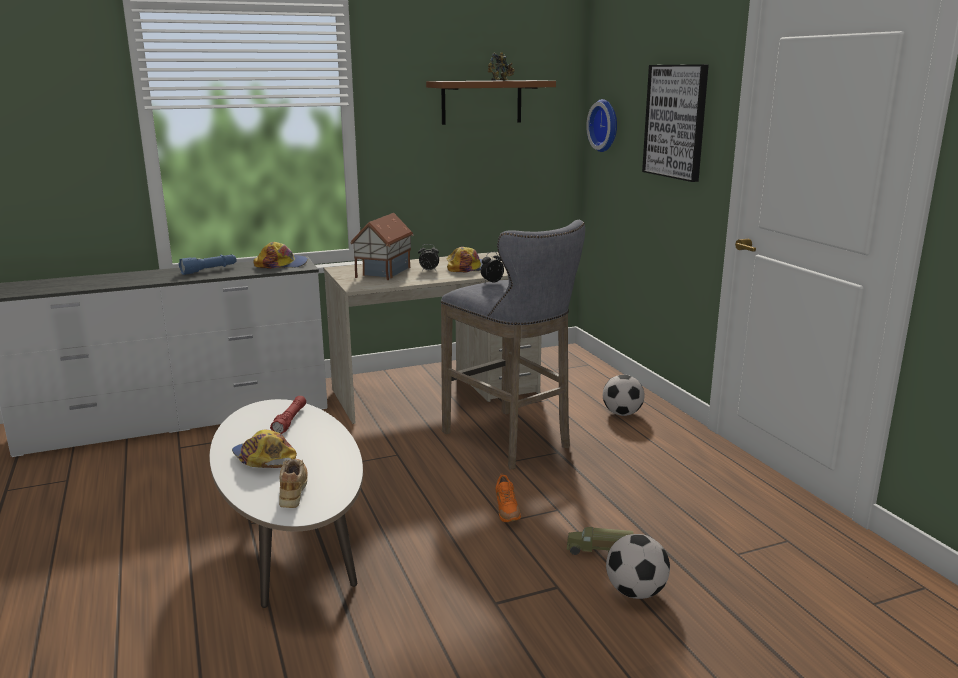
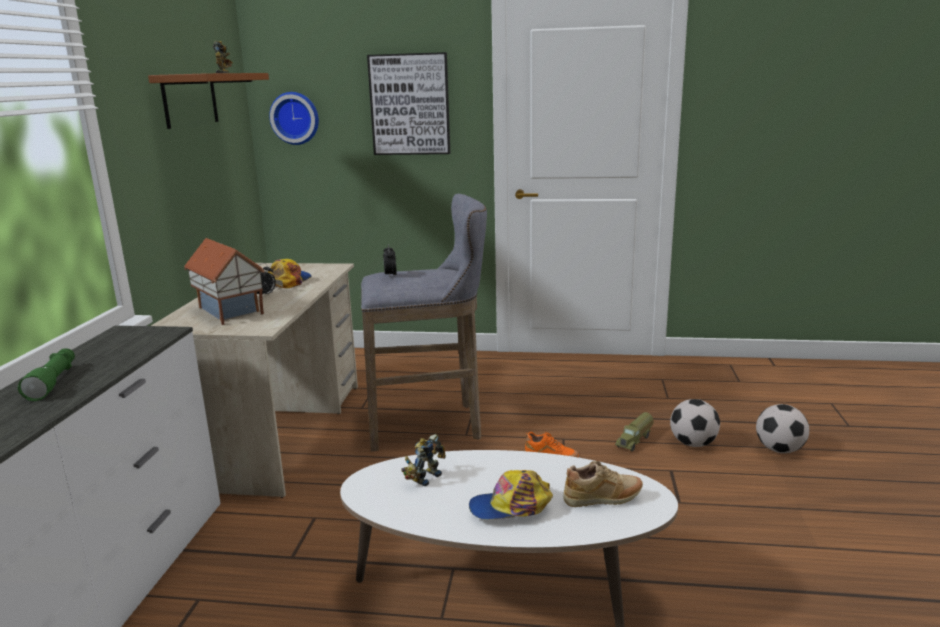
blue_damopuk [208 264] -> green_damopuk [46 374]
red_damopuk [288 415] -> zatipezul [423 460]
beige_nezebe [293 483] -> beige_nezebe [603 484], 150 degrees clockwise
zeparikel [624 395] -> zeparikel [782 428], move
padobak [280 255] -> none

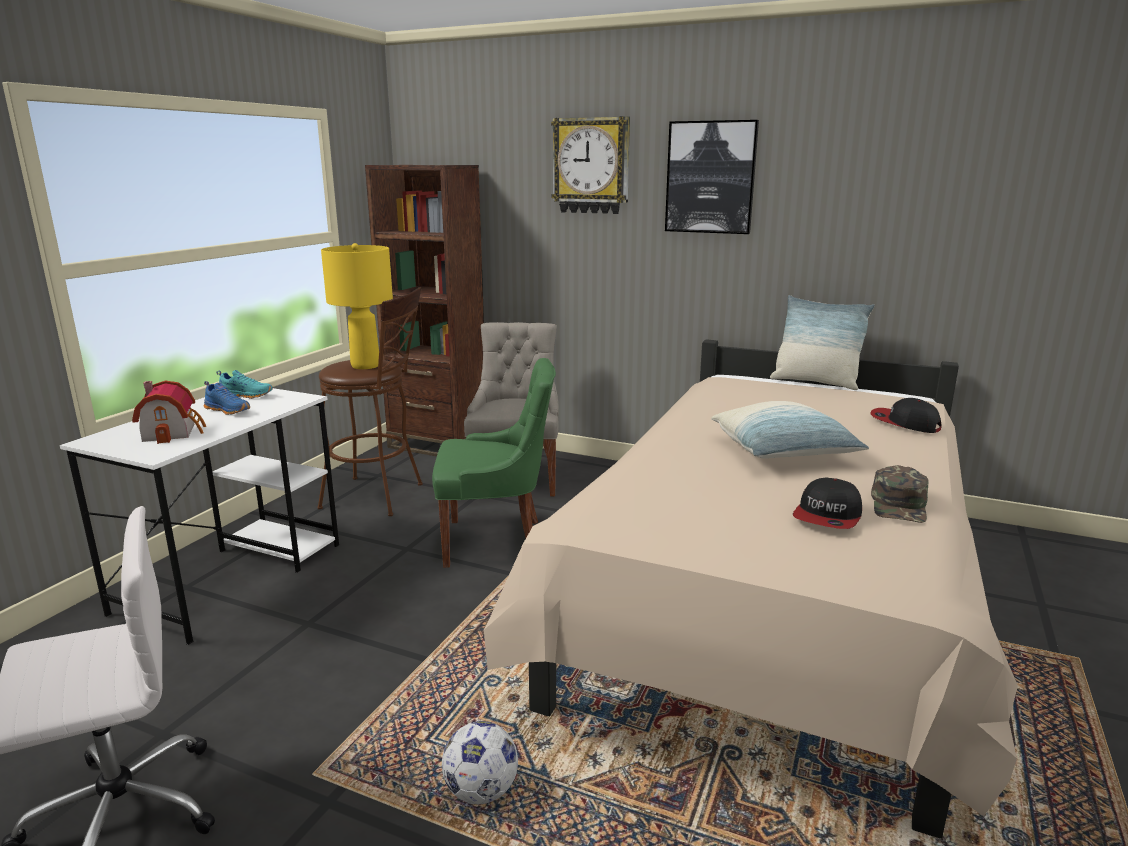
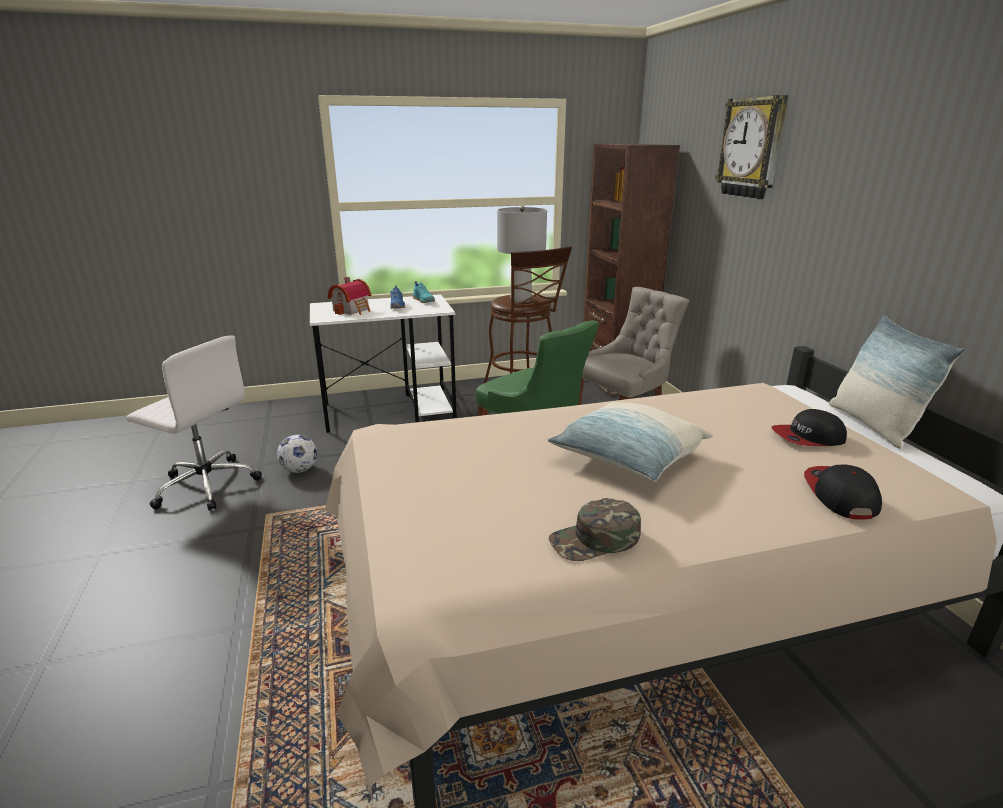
zeparikel [480 763] -> zeparikel [297 454], move
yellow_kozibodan [357 306] -> grey_kozibodan [522 254]
padobak [827 503] -> padobak [809 427], move
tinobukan [712 177] -> none

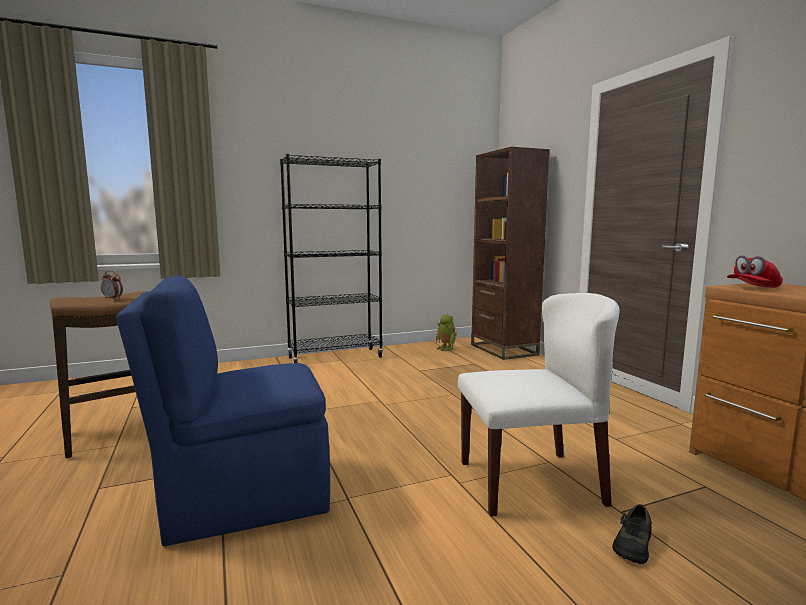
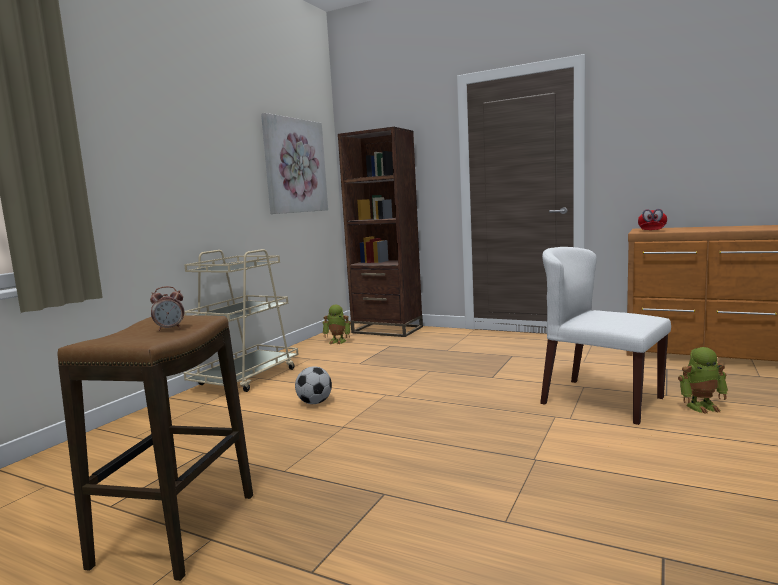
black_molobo [331 258] -> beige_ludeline [241 320]
none -> tinobukan [294 163]
none -> zeparikel [313 385]
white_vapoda [539 405] -> white_vapoda [605 336], 90 degrees counterclockwise
black_nezebe [632 534] -> zatipezul [703 380]
blue_vapoda [223 411] -> none

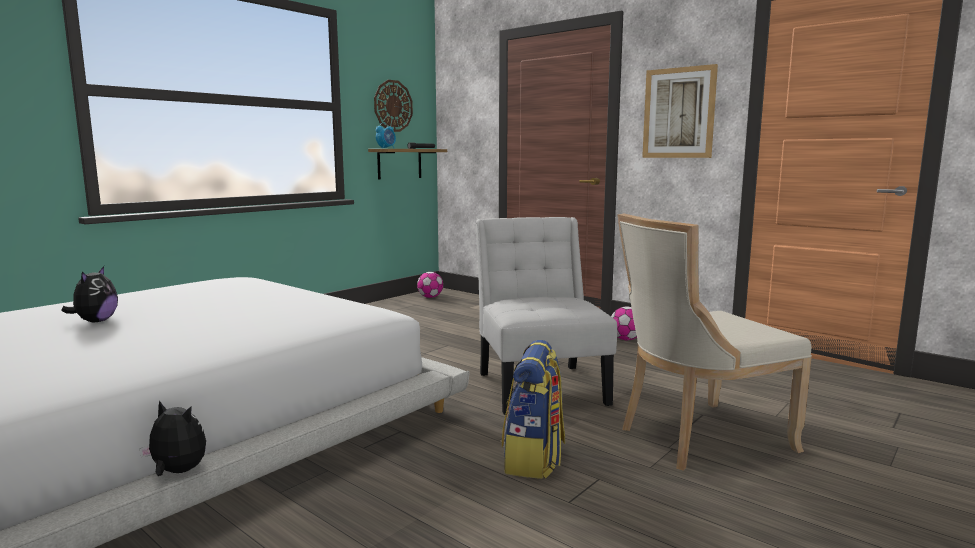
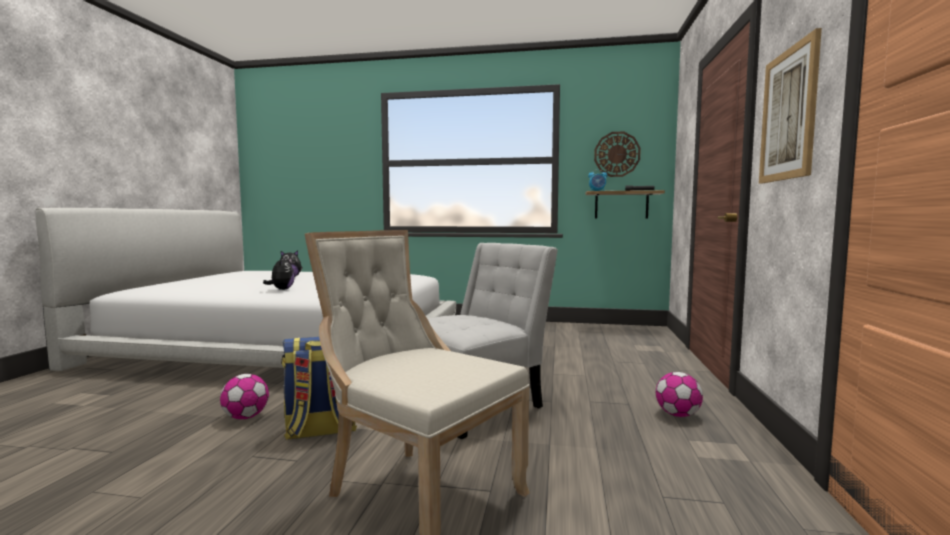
zeparikel [430 285] -> zeparikel [244 396], move
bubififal [172 438] -> bubififal [279 273], move

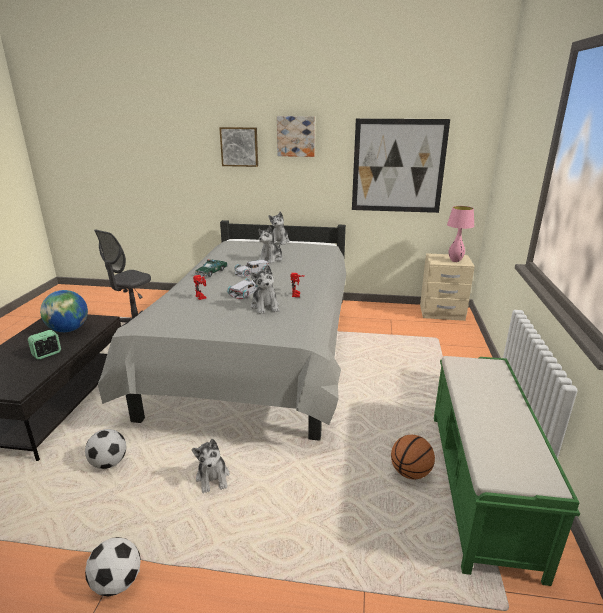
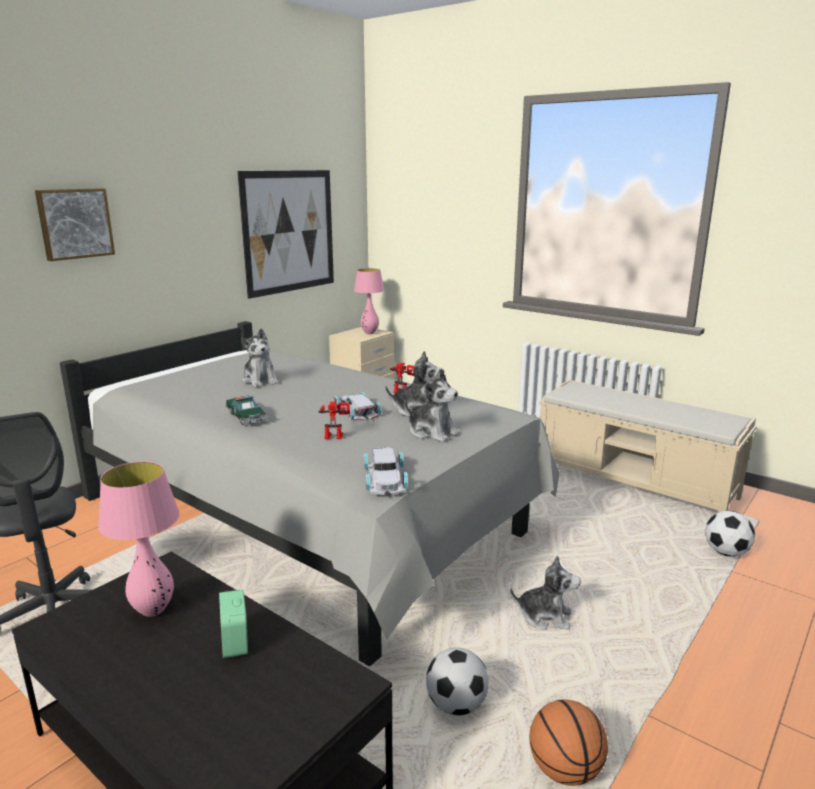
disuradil [64 311] -> pink_kozibodan [139 539]
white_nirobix [252 268] -> white_nirobix [386 471], move
bubififal [279 228] -> bubififal [432 405], move
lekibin [413 457] -> lekibin [568 742], move
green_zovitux [507 471] -> beige_zovitux [648 446]
zeparikel [113 567] -> zeparikel [730 533], move
tinobukan [296 136] -> none

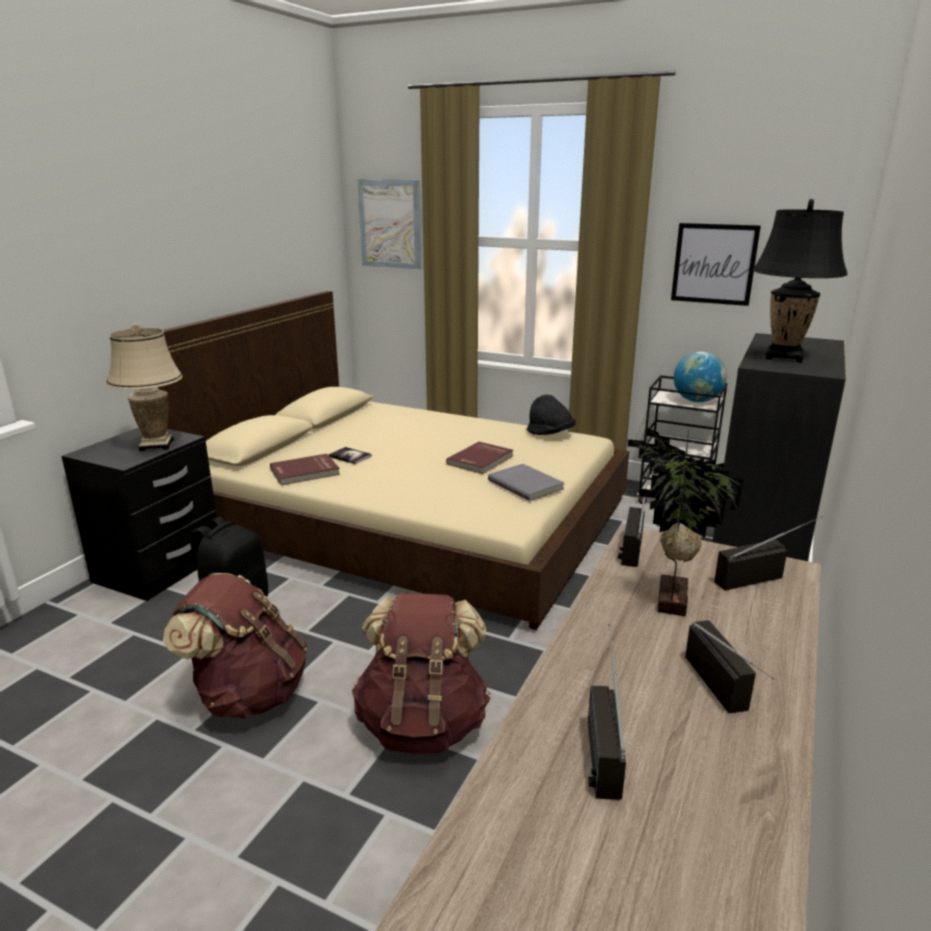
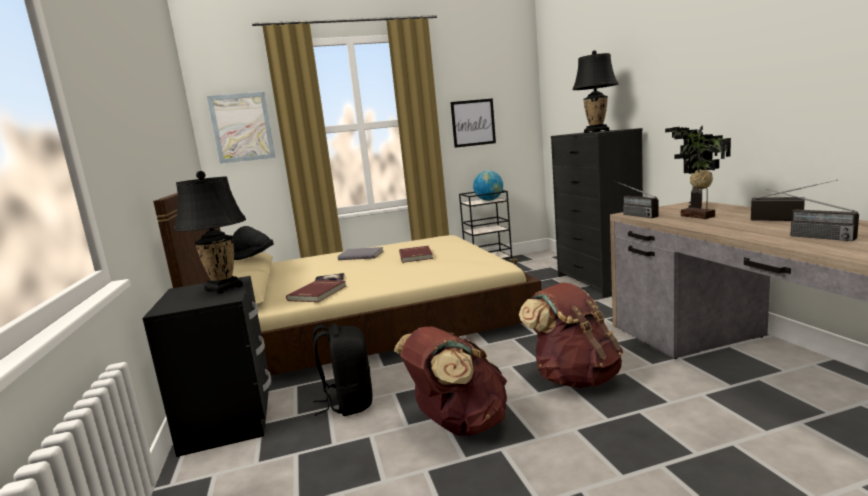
beige_kozibodan [144 387] -> black_kozibodan [210 232]
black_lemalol [551 415] -> black_lemalol [253 243], move
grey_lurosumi [526 482] -> grey_lurosumi [360 253], move

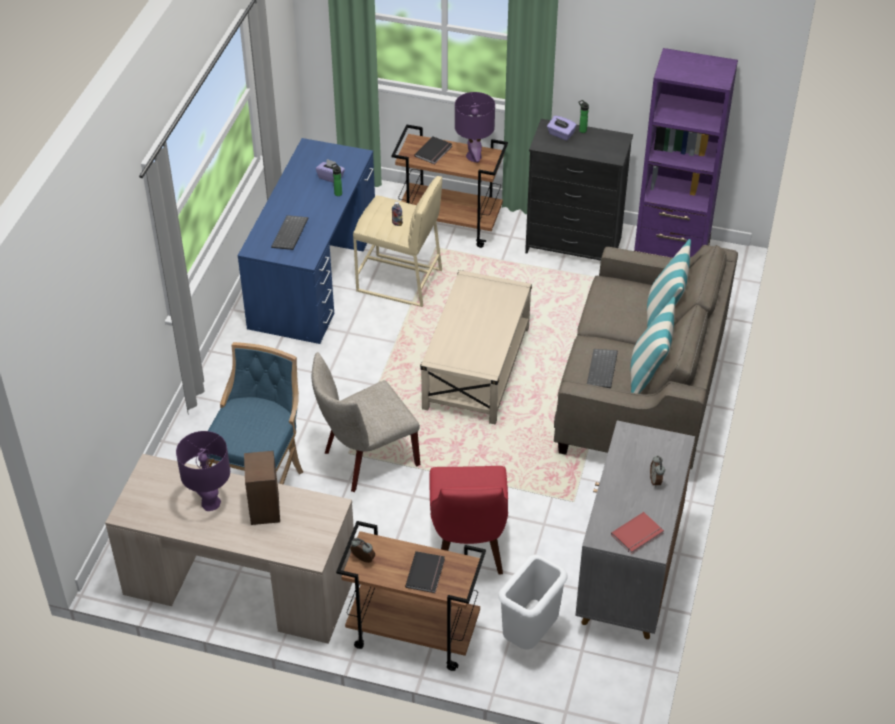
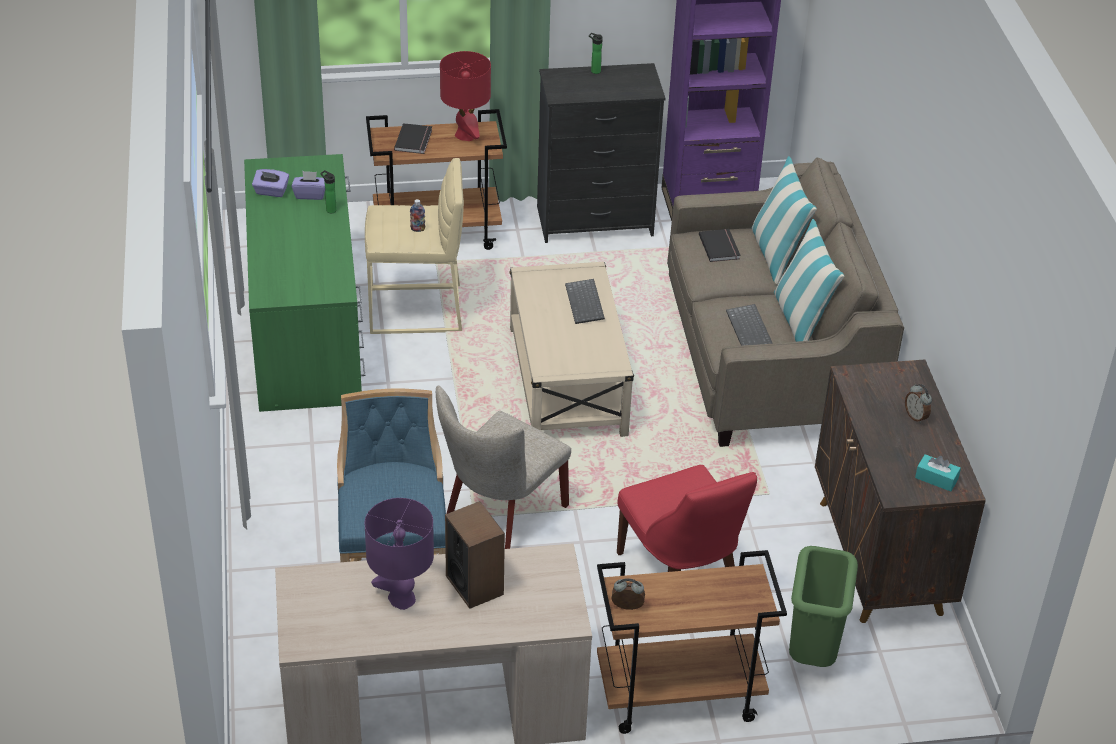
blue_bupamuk [306 241] -> green_bupamuk [304 283]
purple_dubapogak [562 128] -> purple_dubapogak [270 183], move
purple_kozibodan [475 127] -> red_kozibodan [465 96]
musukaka [290 232] -> musukaka [585 301], move
black_lurosumi [425 572] -> black_lurosumi [720 245], move
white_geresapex [533 602] -> green_geresapex [823 606]
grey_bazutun [635 529] -> brown_bazutun [900 491]
red_lurosumi [637 533] -> turquoise_dubapogak [938 472]

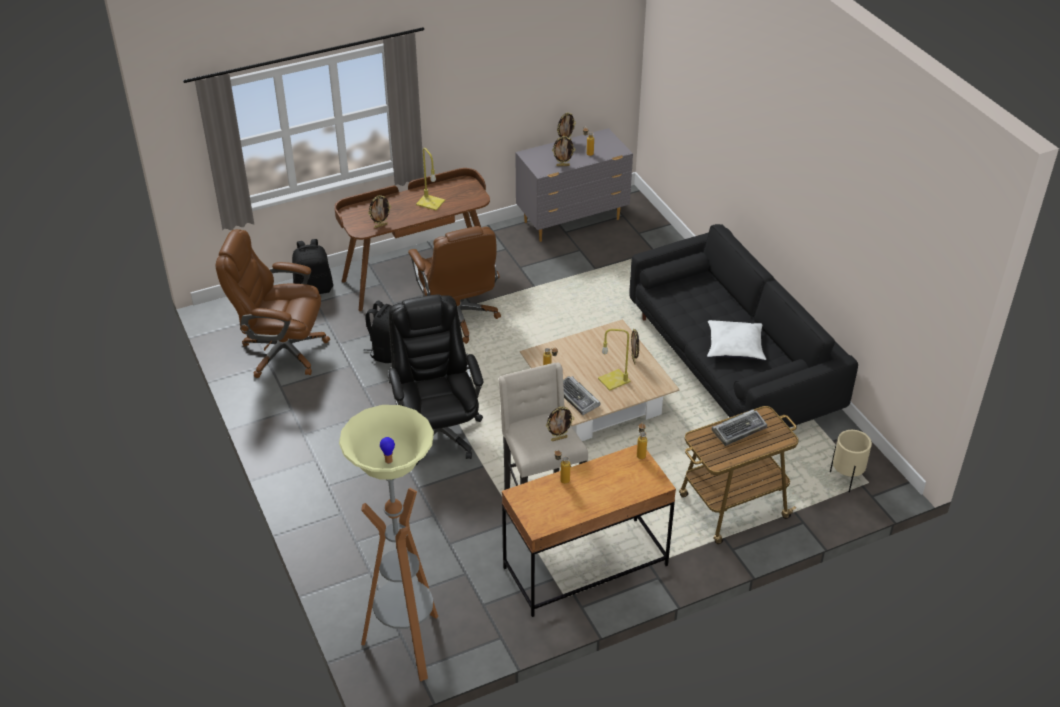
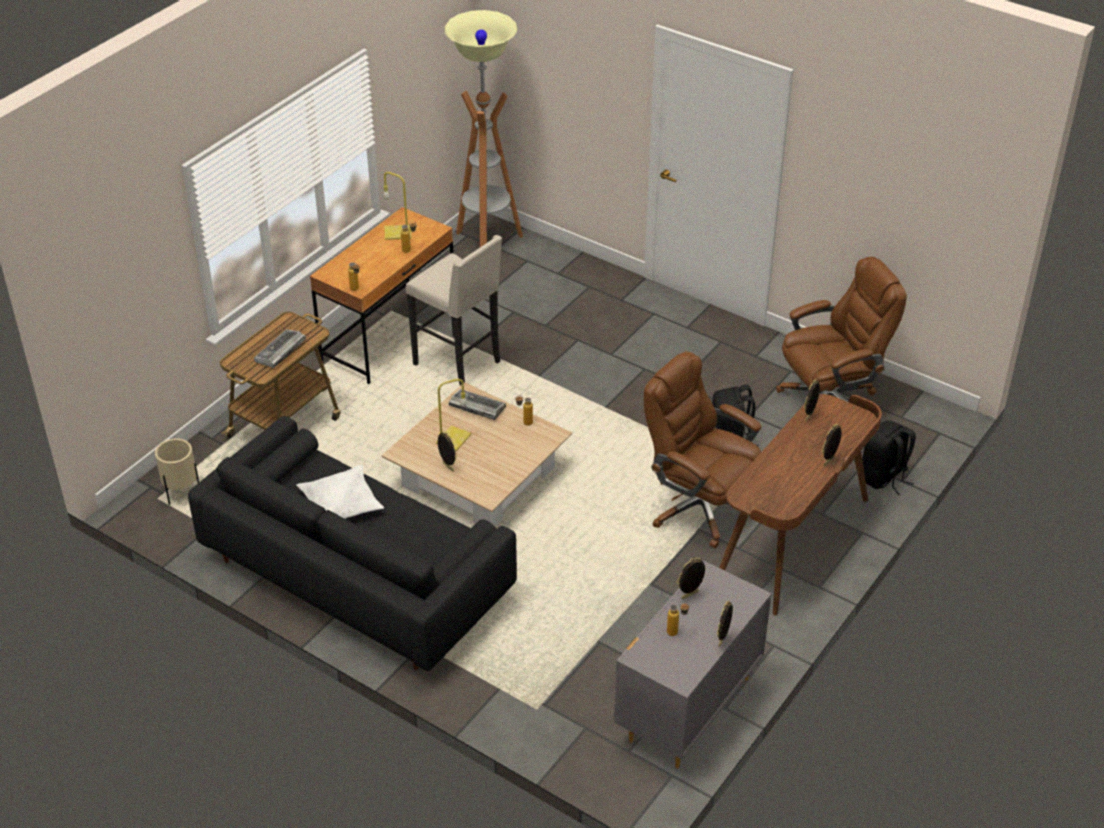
yellow_kozibodan [430 179] -> yellow_kozibodan [397 206], move
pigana [560 424] -> pigana [832 445], move
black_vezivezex [435 380] -> none

